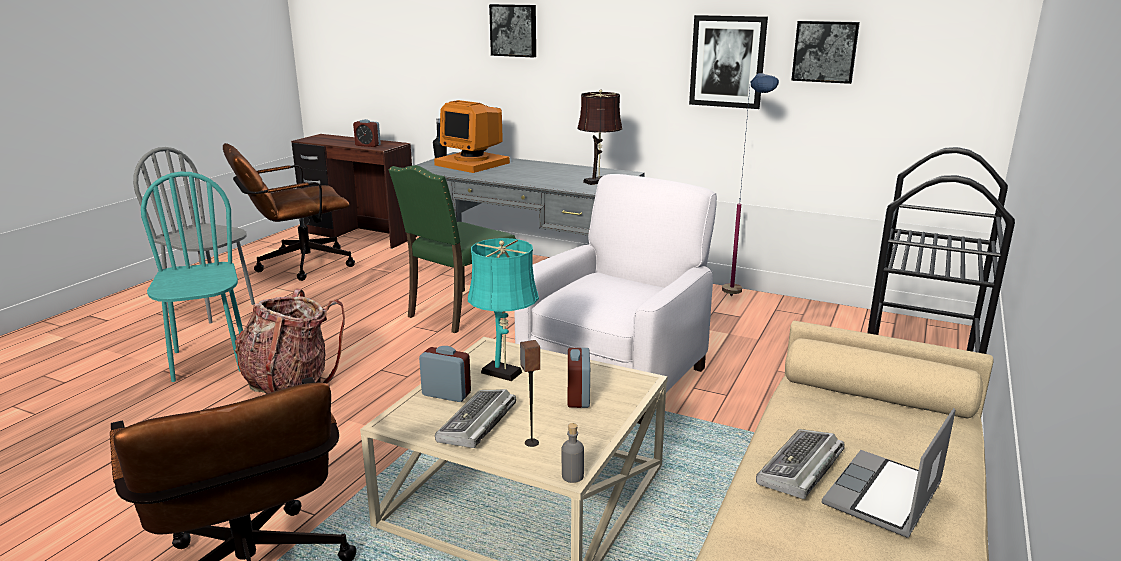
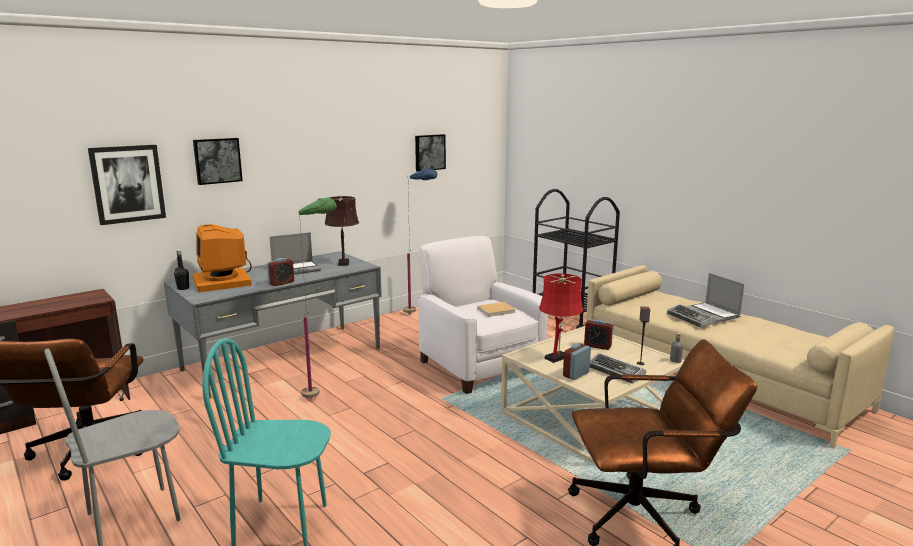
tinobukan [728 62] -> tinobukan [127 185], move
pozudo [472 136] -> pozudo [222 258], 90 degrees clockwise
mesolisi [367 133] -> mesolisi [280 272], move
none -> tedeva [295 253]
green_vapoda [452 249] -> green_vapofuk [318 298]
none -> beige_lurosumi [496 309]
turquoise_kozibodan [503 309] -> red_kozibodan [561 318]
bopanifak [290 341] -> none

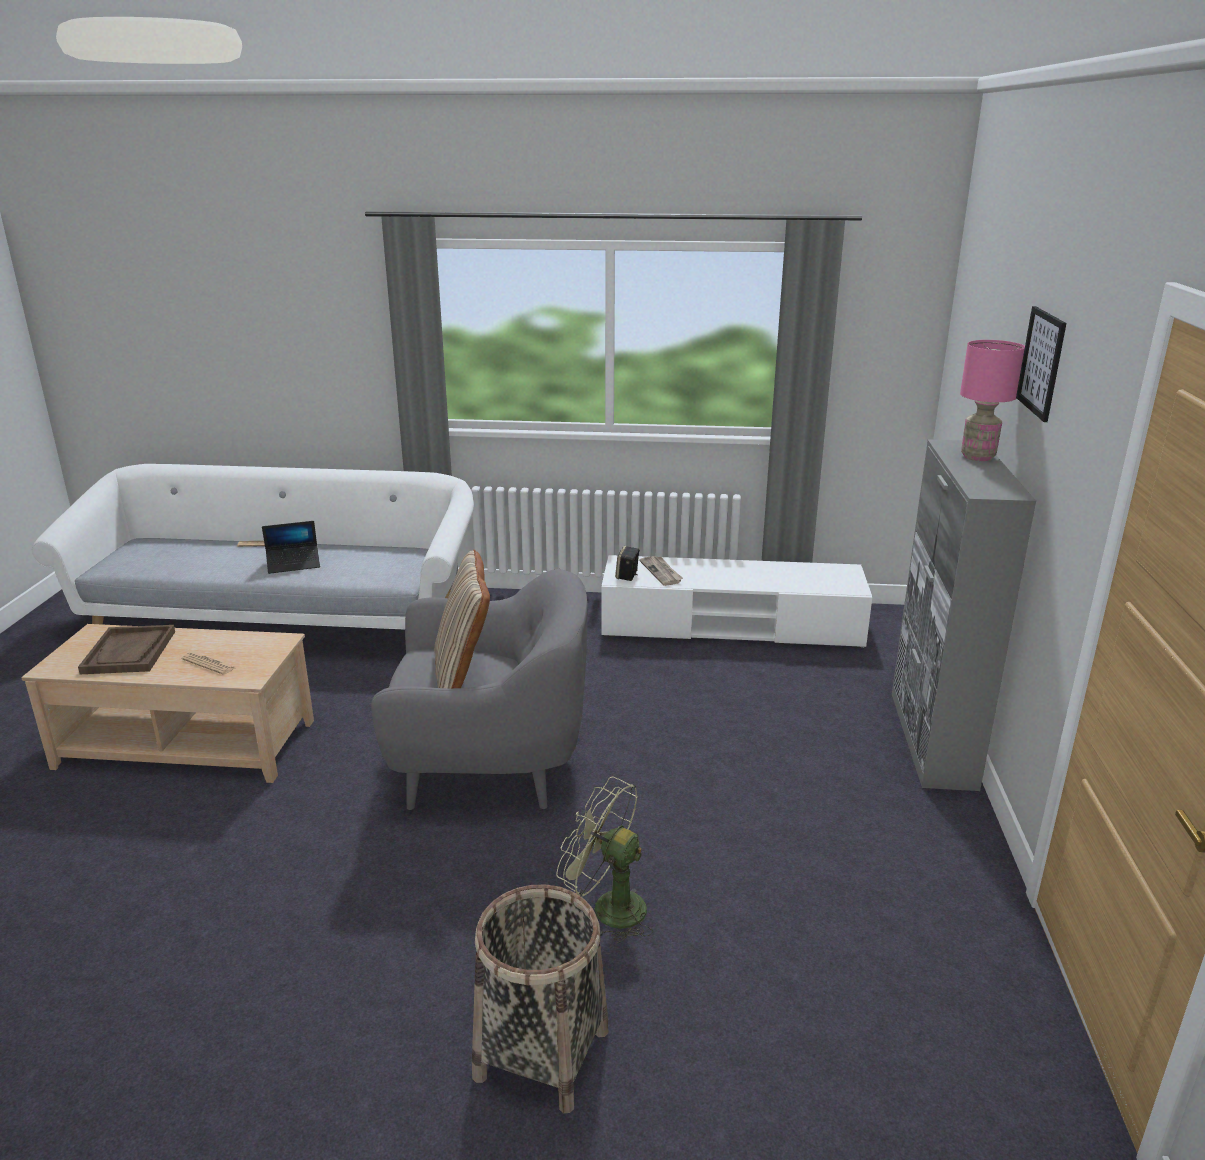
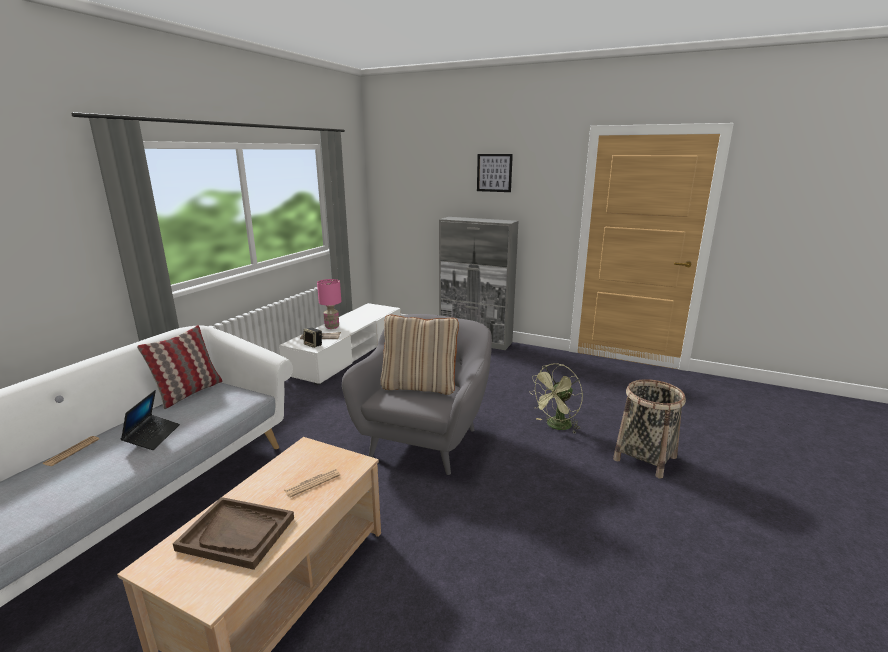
none -> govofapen [179 367]
pink_kozibodan [992 400] -> pink_kozibodan [329 304], move

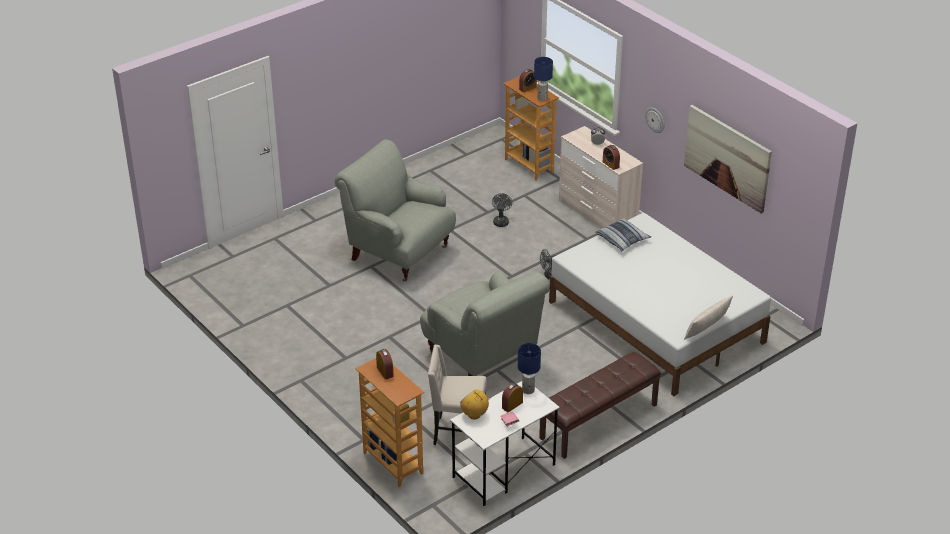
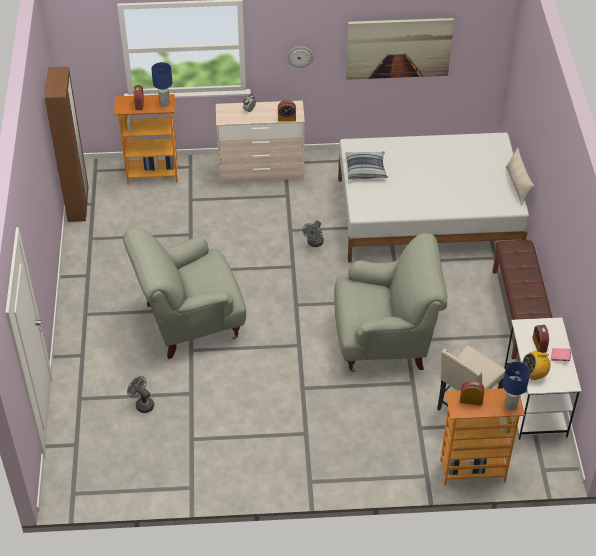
none -> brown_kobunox [67 144]
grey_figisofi [502 210] -> grey_figisofi [140 394], move
blue_kozibodan [529 368] -> blue_kozibodan [516 386], move

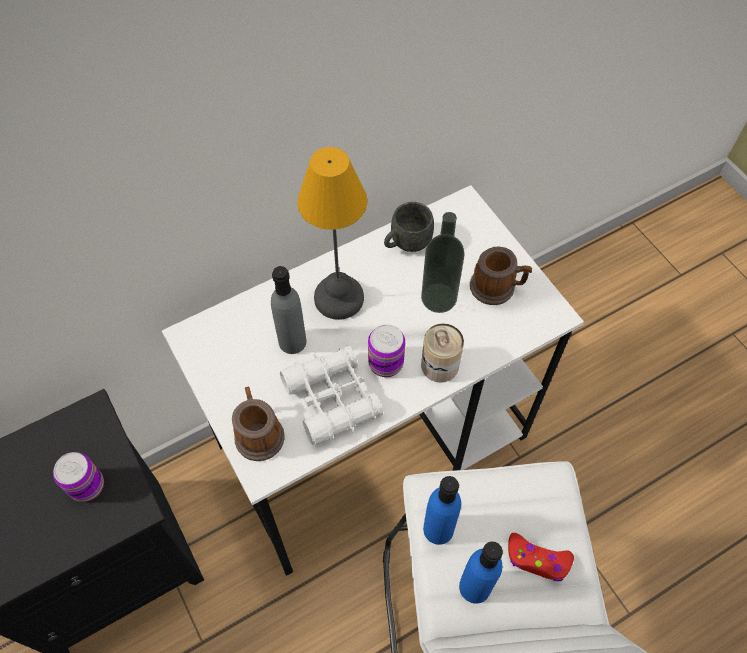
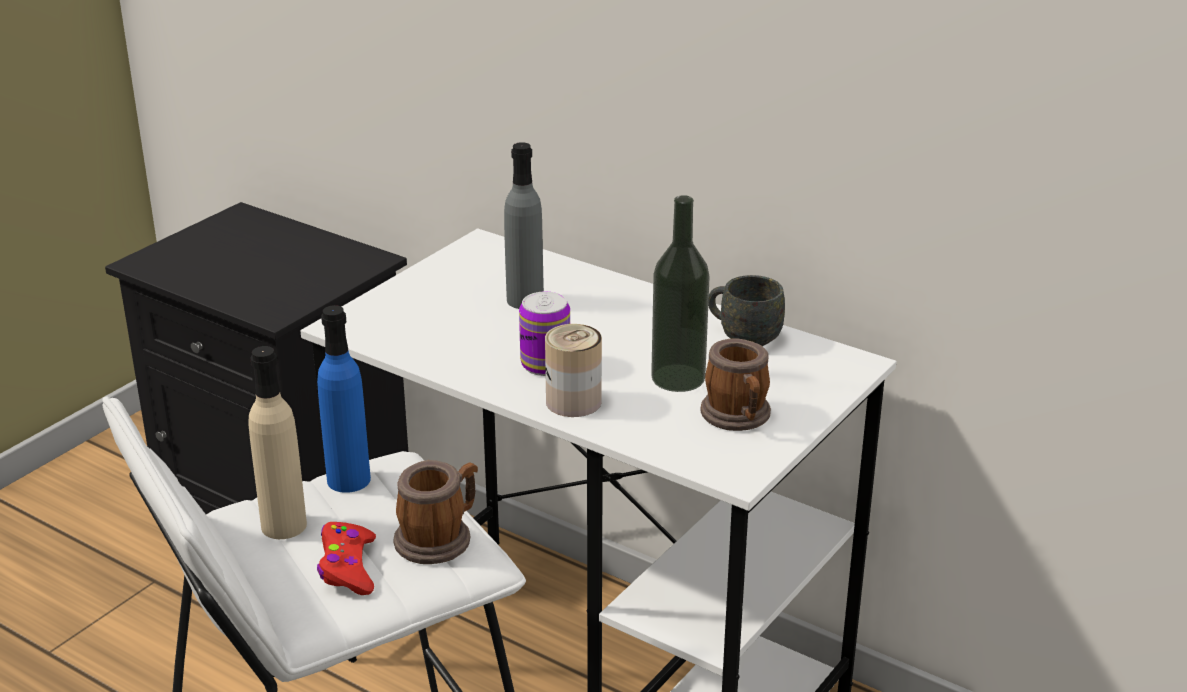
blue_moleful [481 573] -> beige_moleful [277 442]
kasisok [258 423] -> kasisok [436 512], move
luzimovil [78 477] -> none
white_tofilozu [331 395] -> none
kozibodan [332 233] -> none

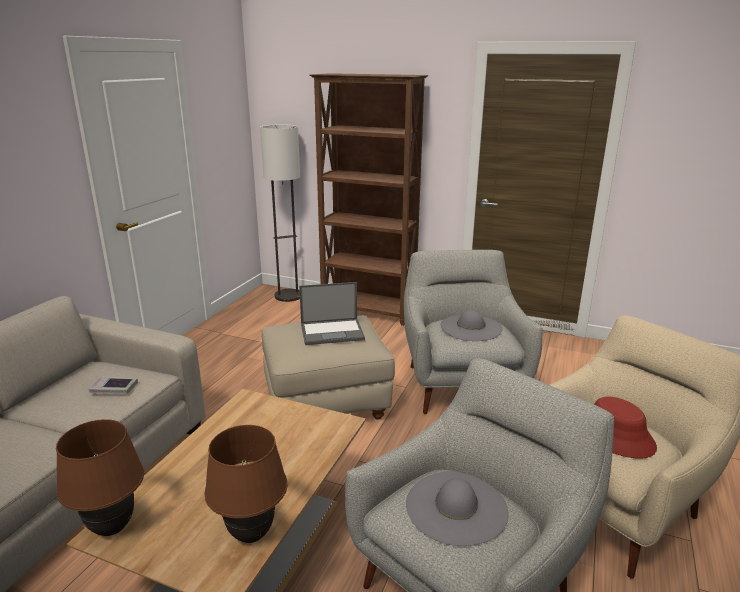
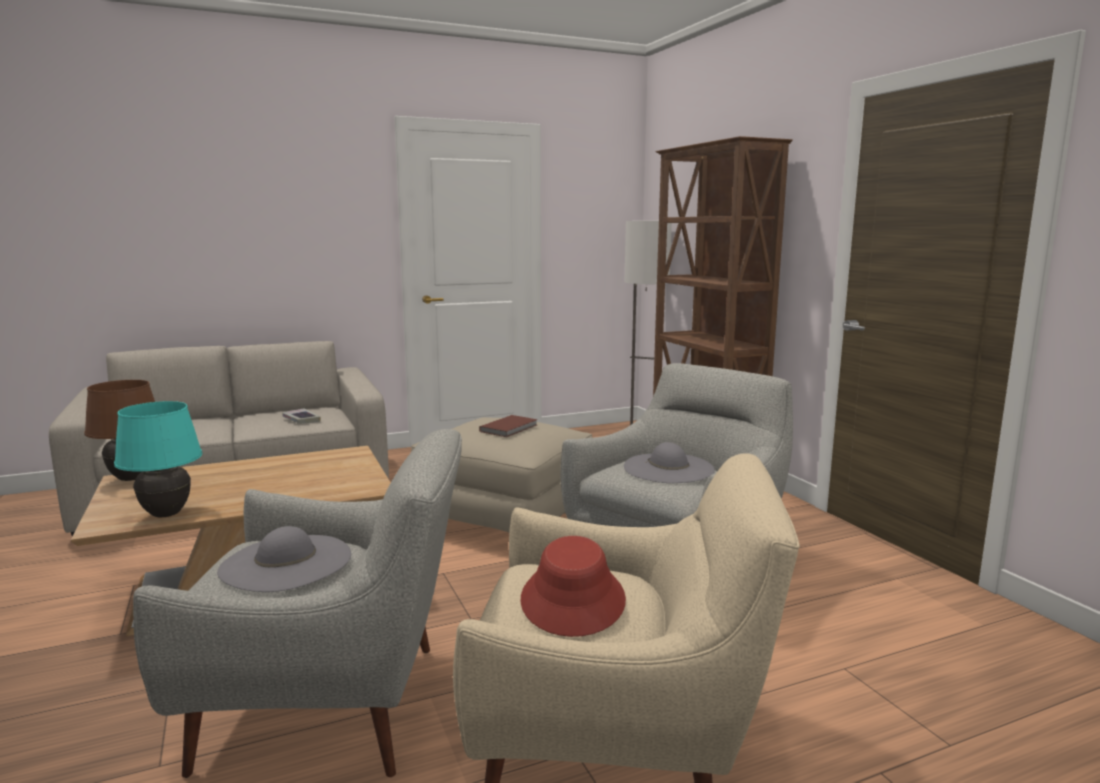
brown_kozibodan [246 484] -> turquoise_kozibodan [158 459]
tedeva [332 313] -> brown_lurosumi [508 426]

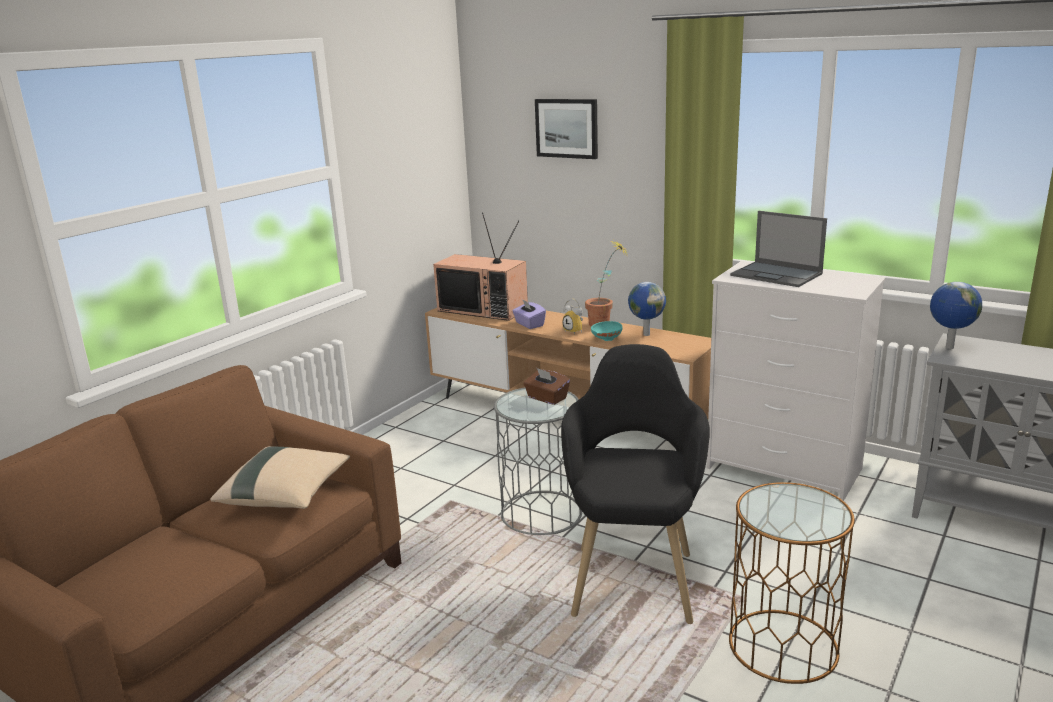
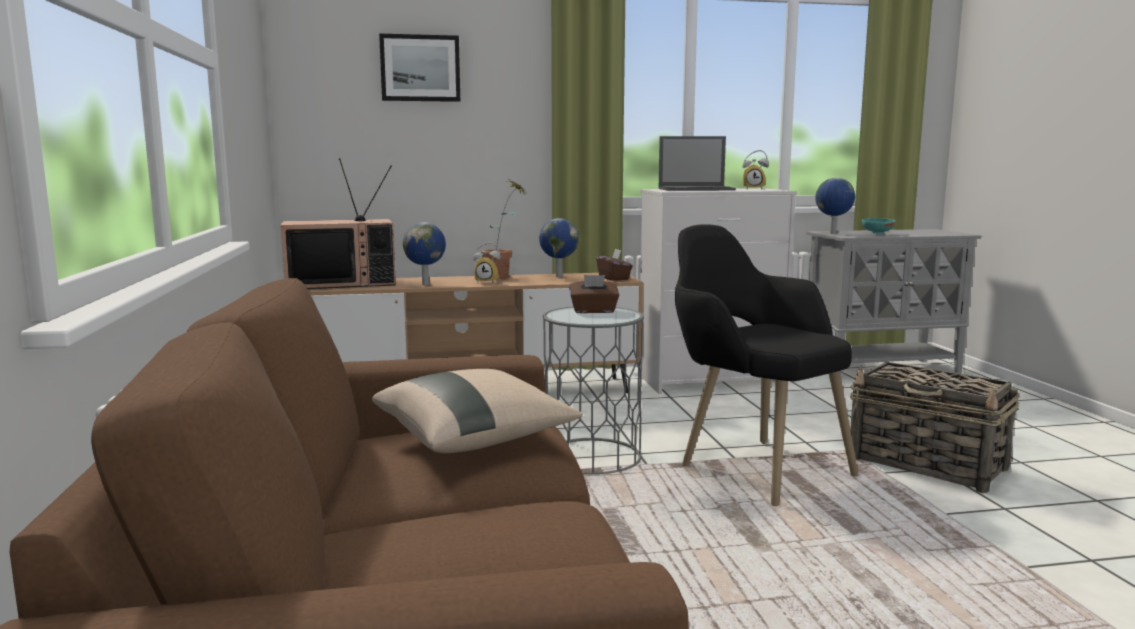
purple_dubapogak [529 314] -> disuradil [424 254]
none -> brown_dubapogak [614 265]
none -> mesolisi [755 170]
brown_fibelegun [792 583] -> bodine [935 427]
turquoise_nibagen [607 331] -> turquoise_nibagen [879 226], move

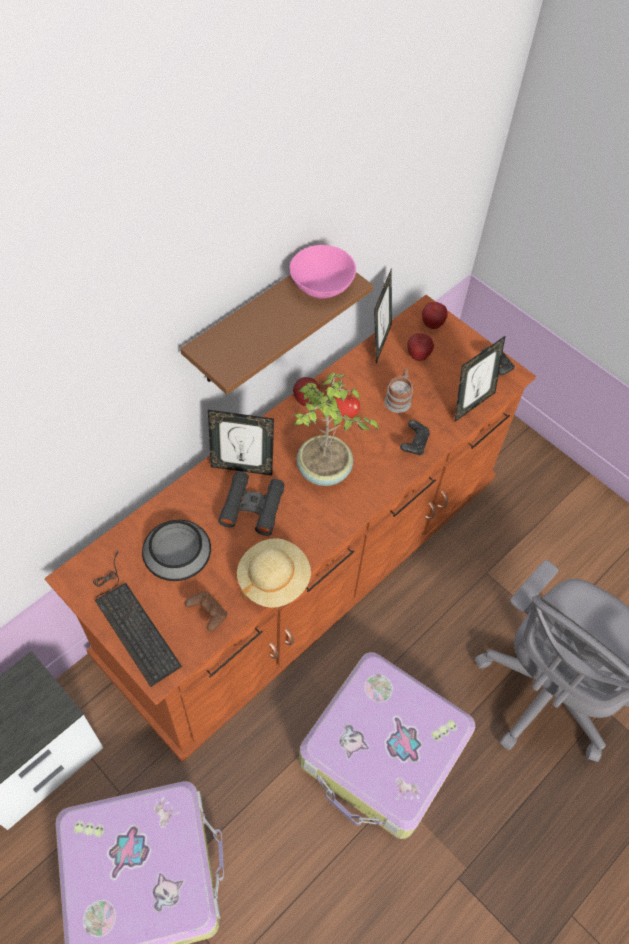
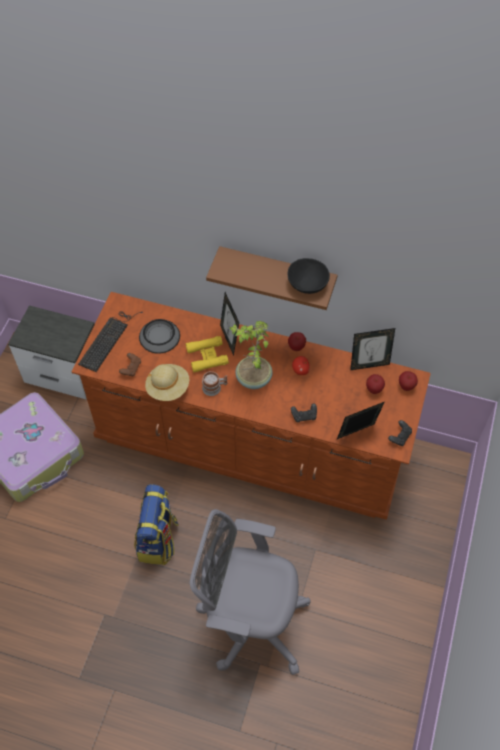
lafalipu [387 745] -> bopanifak [156 524]
black_tofilozu [251 503] -> yellow_tofilozu [207 354]
kasisok [399 390] -> kasisok [214 383], move
pink_nibagen [323 272] -> black_nibagen [309 276]
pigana [480 378] -> pigana [360 420], 135 degrees clockwise

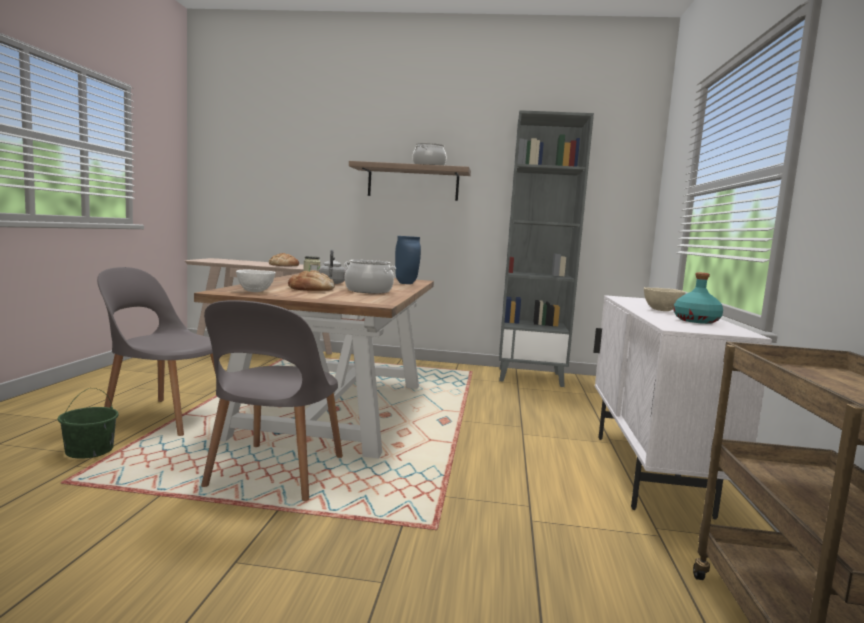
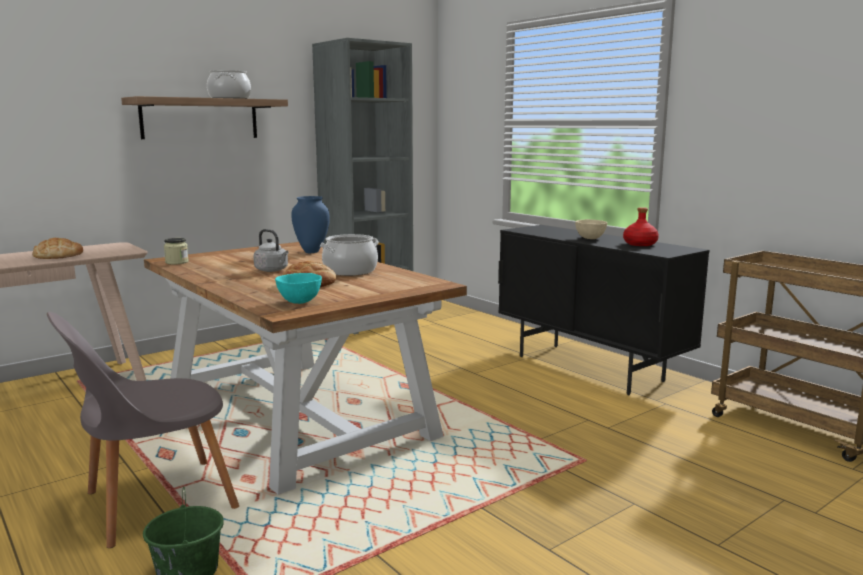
white_nibagen [256 280] -> turquoise_nibagen [298 288]
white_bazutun [682 407] -> black_bazutun [603 310]
turquoise_moleful [698 298] -> red_moleful [641 226]
grey_vapoda [272 400] -> none

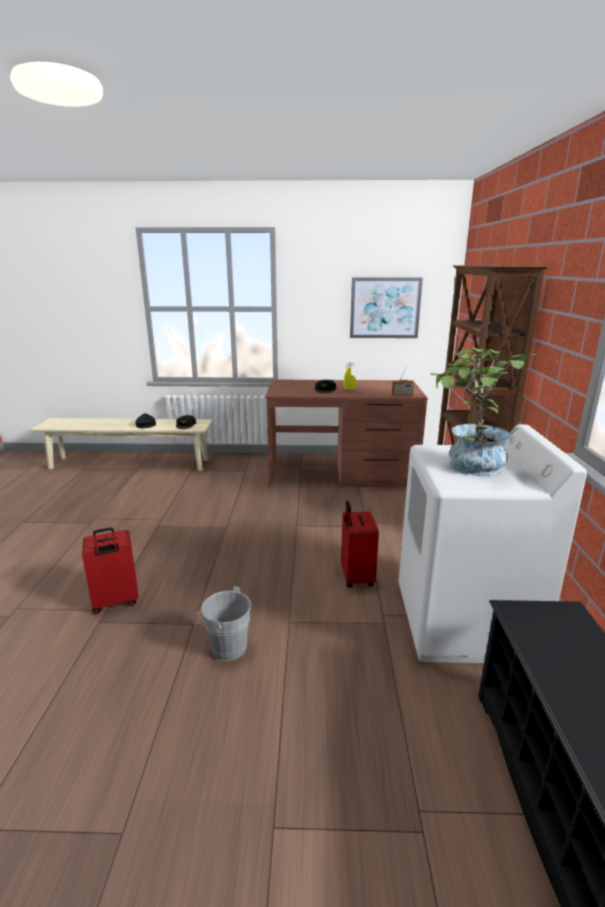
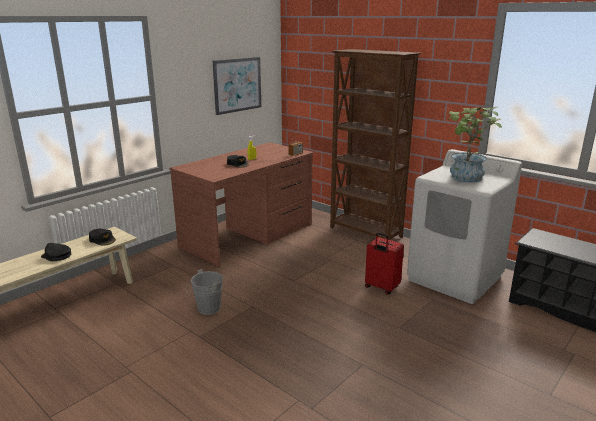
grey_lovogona [222 623] -> grey_lovogona [204 292], move
red_lafalipu [110 570] -> none

